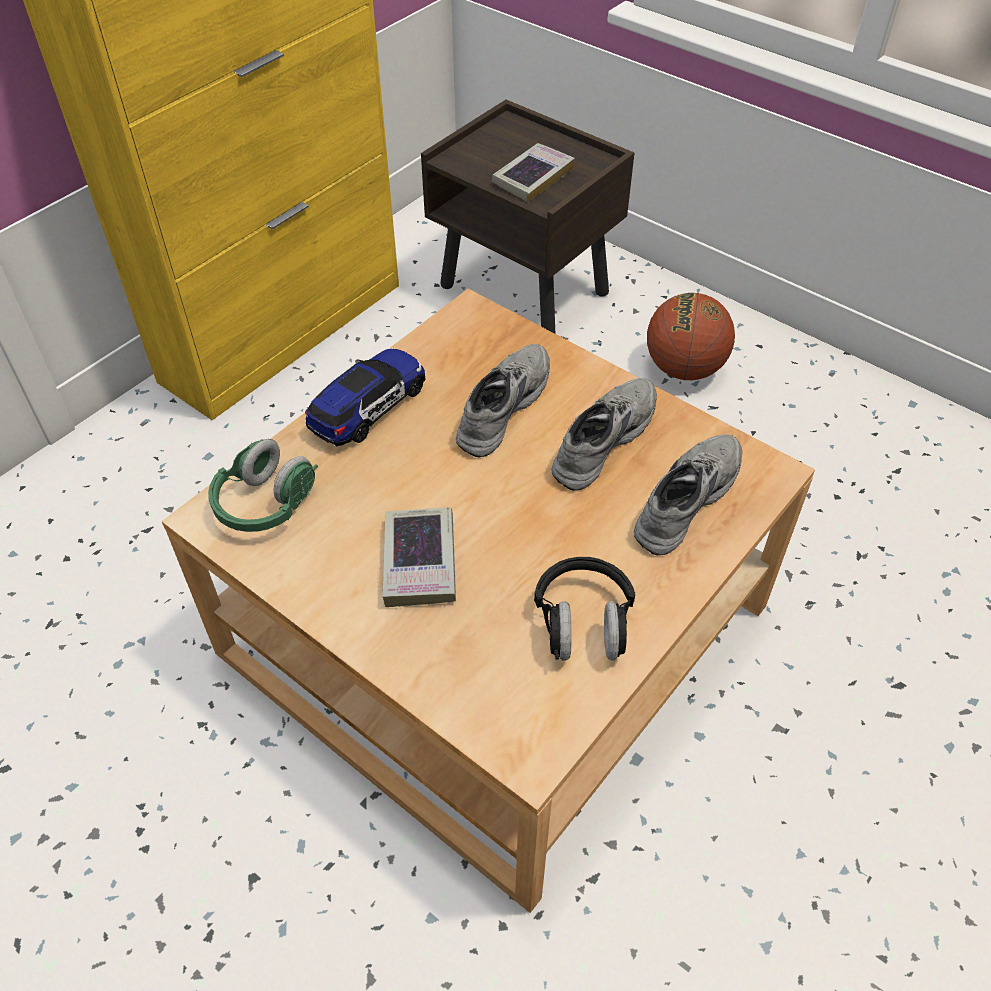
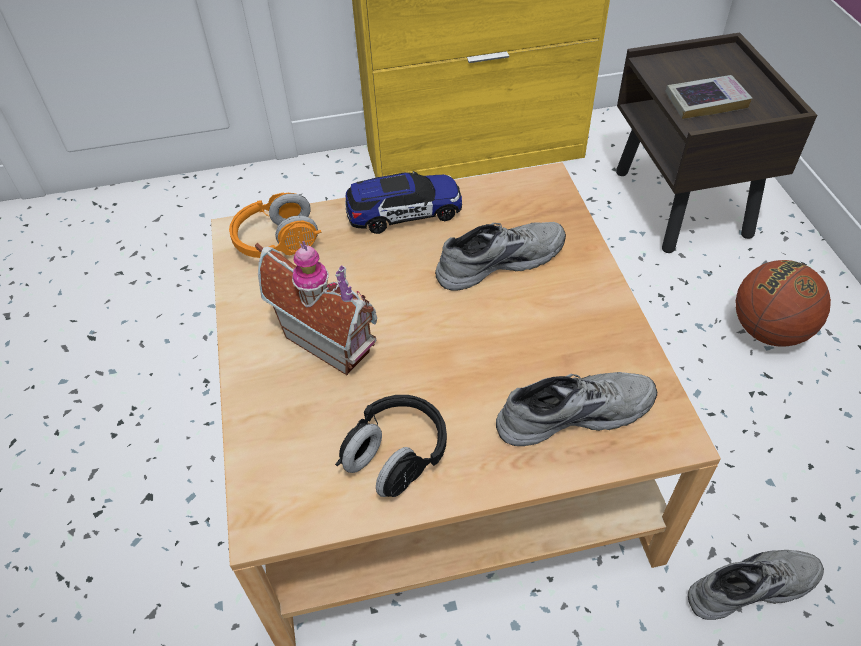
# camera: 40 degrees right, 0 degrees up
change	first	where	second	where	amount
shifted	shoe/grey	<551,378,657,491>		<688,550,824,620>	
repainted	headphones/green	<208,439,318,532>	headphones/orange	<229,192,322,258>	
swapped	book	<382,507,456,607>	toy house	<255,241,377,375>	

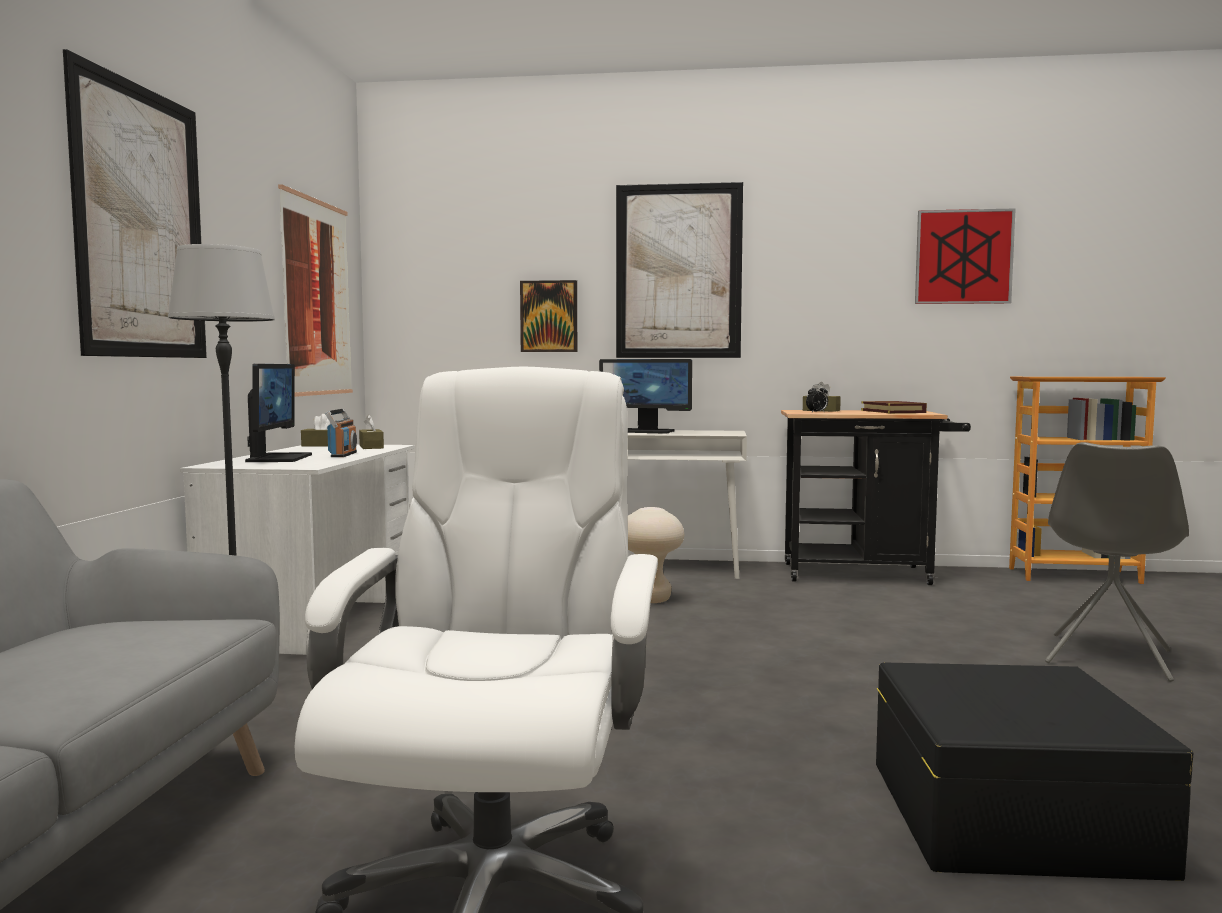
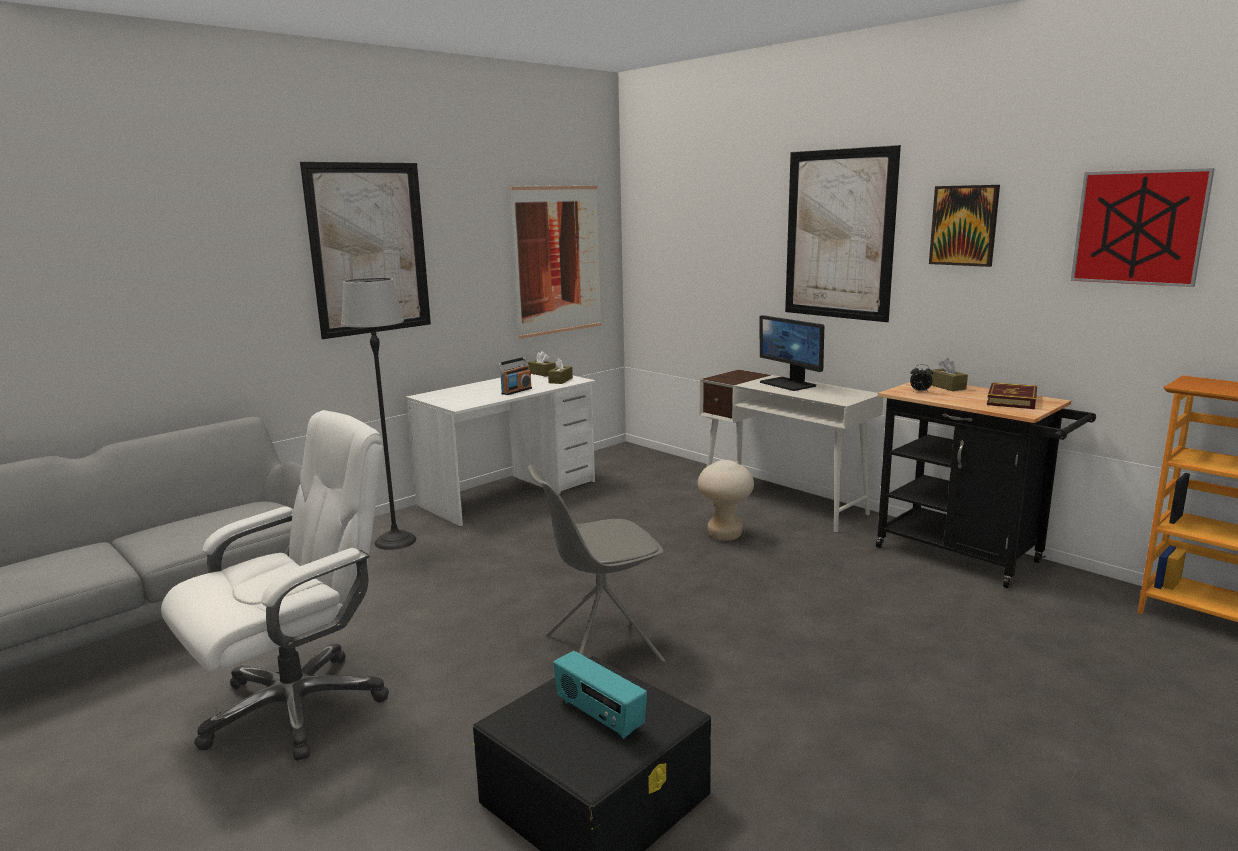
# camera: 40 degrees right, 10 degrees up
change	first	where	second	where	amount
shifted	picture	<520,280,577,352>		<929,185,1000,267>	
gone	monitor	<245,364,312,462>			
shifted	chair/grey	<1045,442,1189,682>		<528,464,666,663>	
new			radio	<553,651,647,739>	

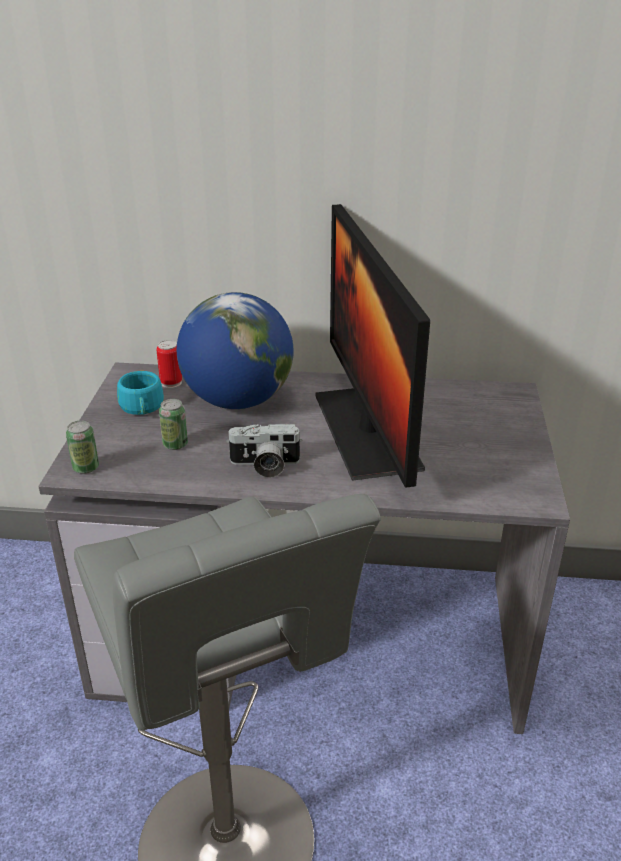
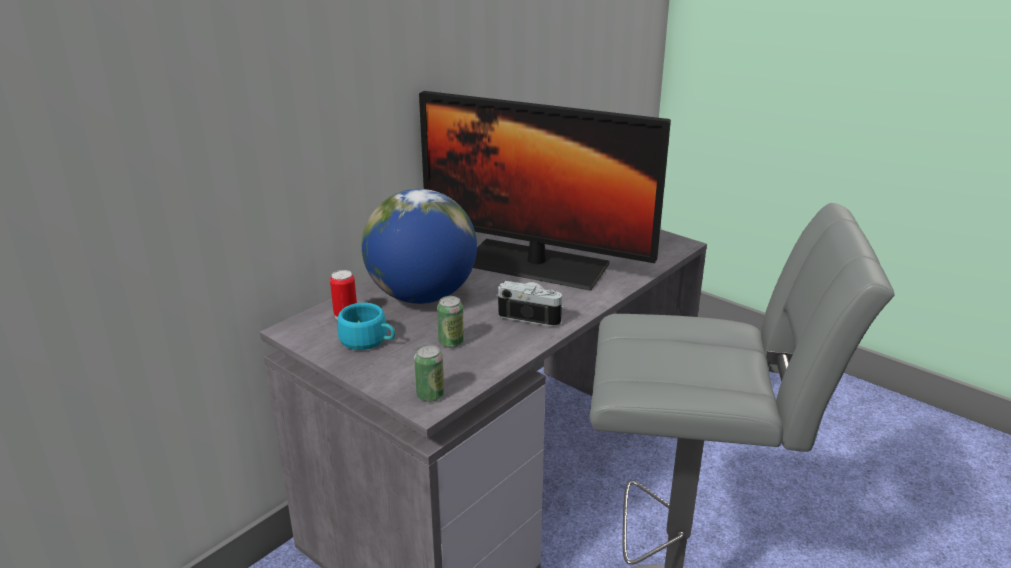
# camera: 55 degrees left, 5 degrees down
change	first	where	second	where	amount
rotated	photo camera	<226,424,302,478>		<496,281,564,327>	105 degrees counterclockwise

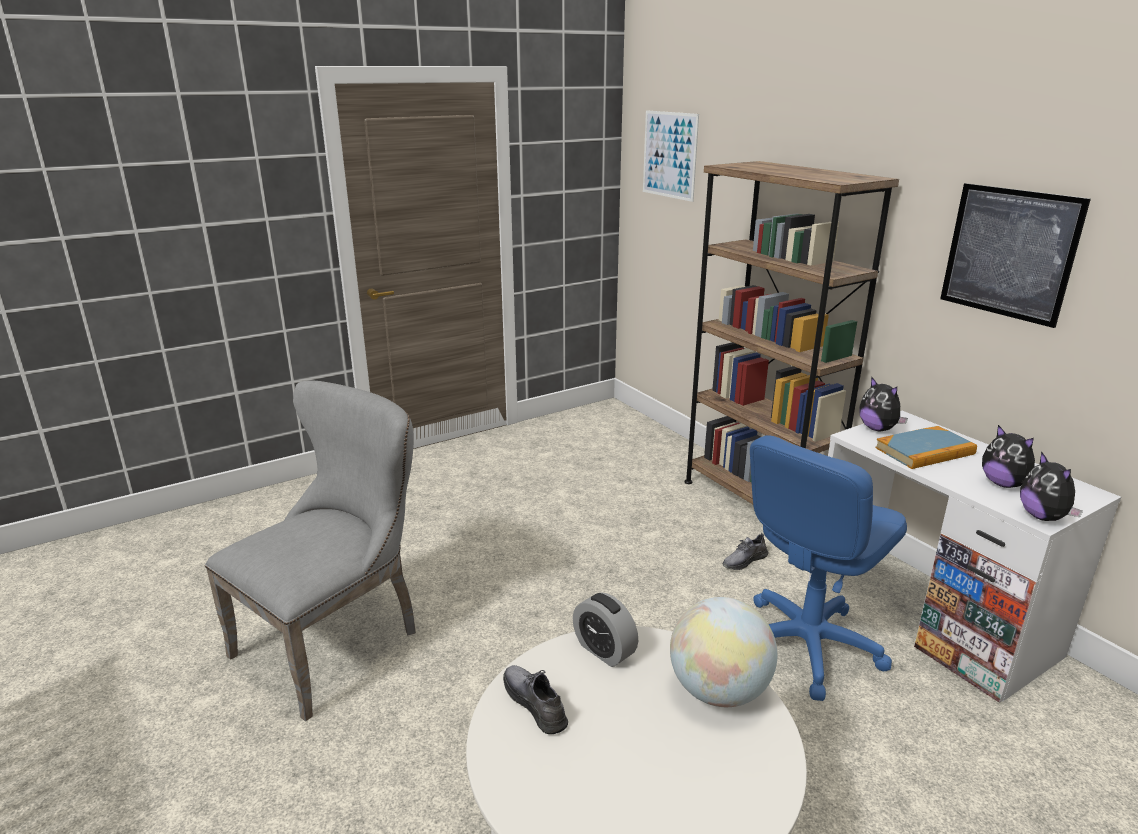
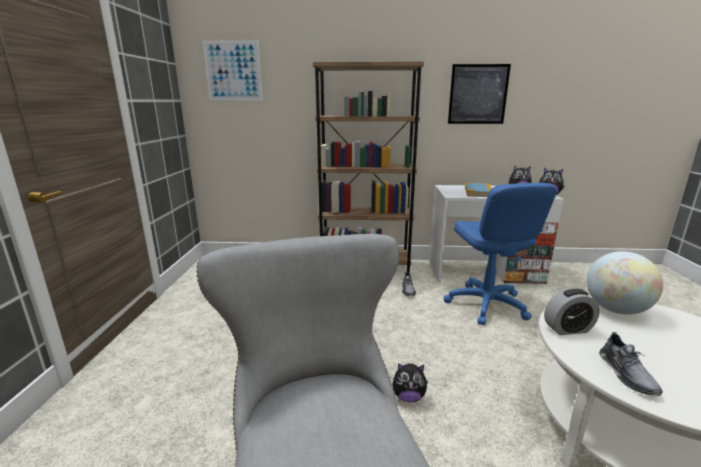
# camera: 55 degrees left, 5 degrees down
change	first	where	second	where	amount
shifted	plush toy	<859,377,908,432>		<392,363,428,402>	
rotated	shoe/grey	<503,665,568,734>		<599,332,663,396>	90 degrees counterclockwise

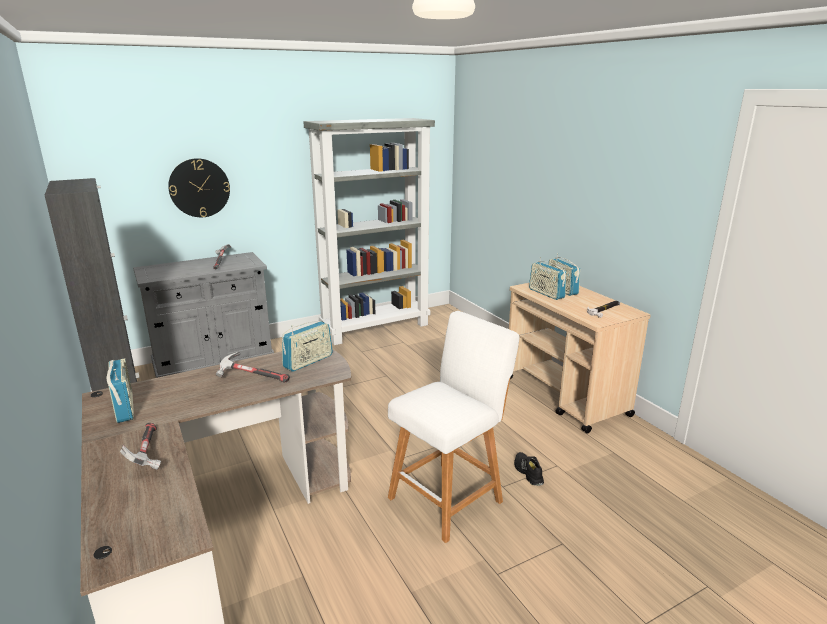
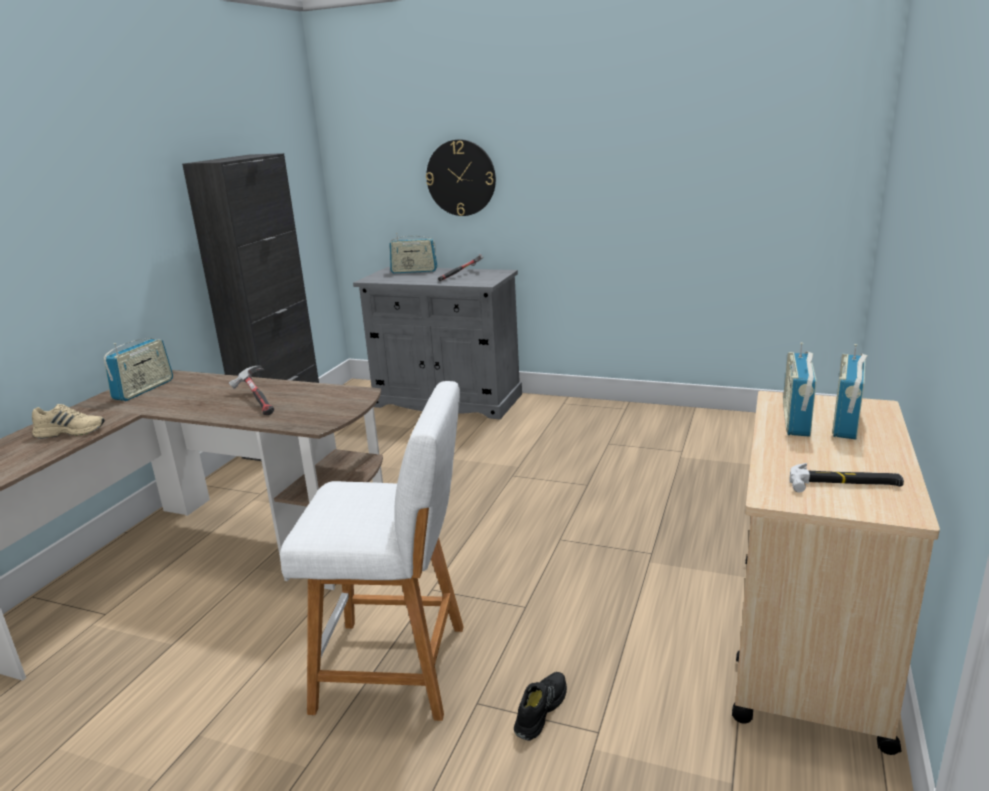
# camera: 50 degrees right, 0 degrees up
change	first	where	second	where	amount
gone	bookcase/grey	<303,118,435,345>			
shifted	radio	<282,321,333,372>		<389,233,437,273>	
swapped	hammer	<120,423,161,470>	shoe/beige	<32,404,105,439>	

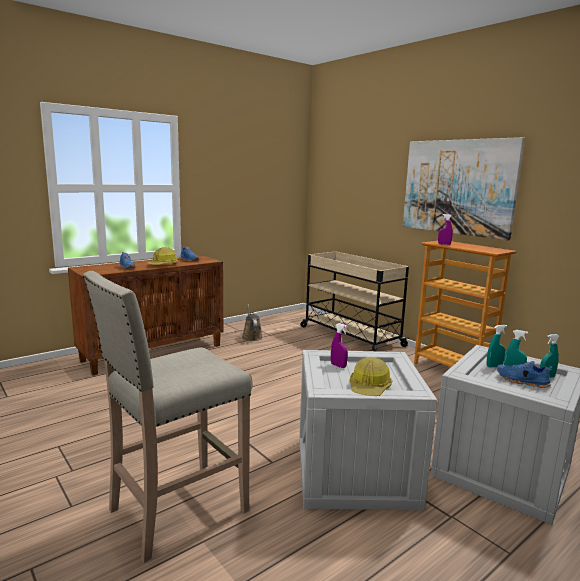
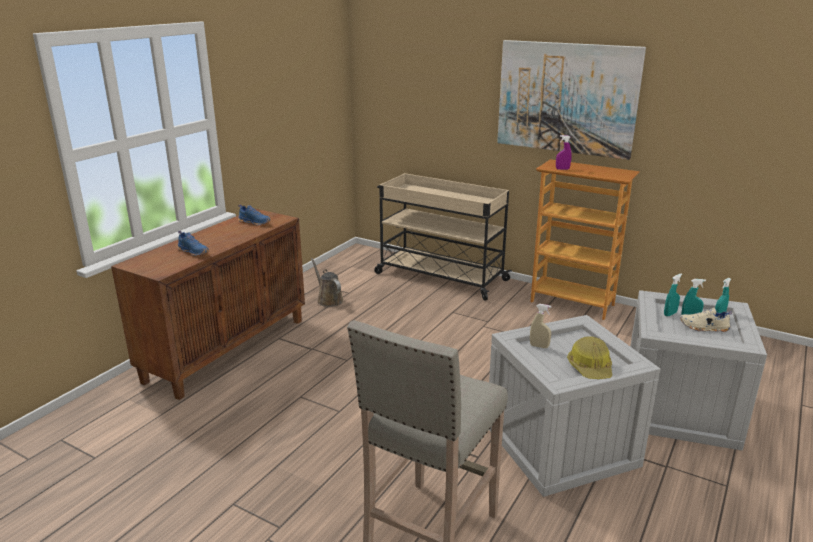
# camera: 20 degrees left, 10 degrees up
change	first	where	second	where	amount
gone	hard hat	<147,247,178,265>			
repainted	spray bottle/purple	<331,323,348,368>	spray bottle/beige	<530,304,551,348>	
repainted	shoe/blue	<497,361,552,388>	shoe/beige	<680,308,732,332>	

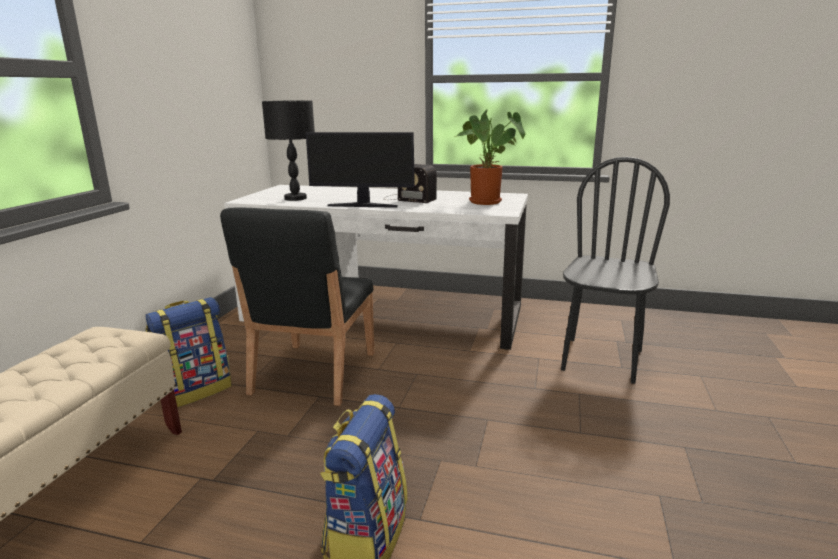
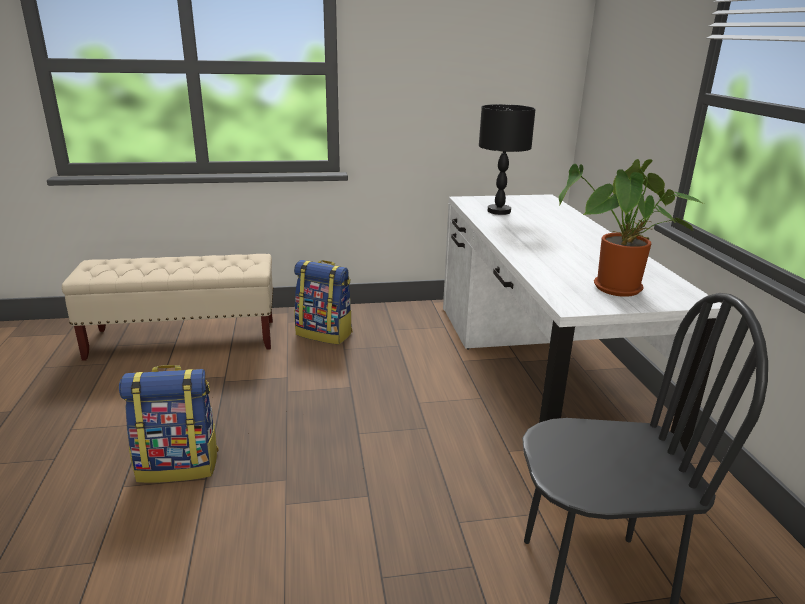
# camera: 65 degrees right, 5 degrees up
change	first	where	second	where	amount
gone	monitor	<306,132,415,208>			
gone	radio	<383,164,437,203>			
gone	chair/black	<220,207,375,406>			

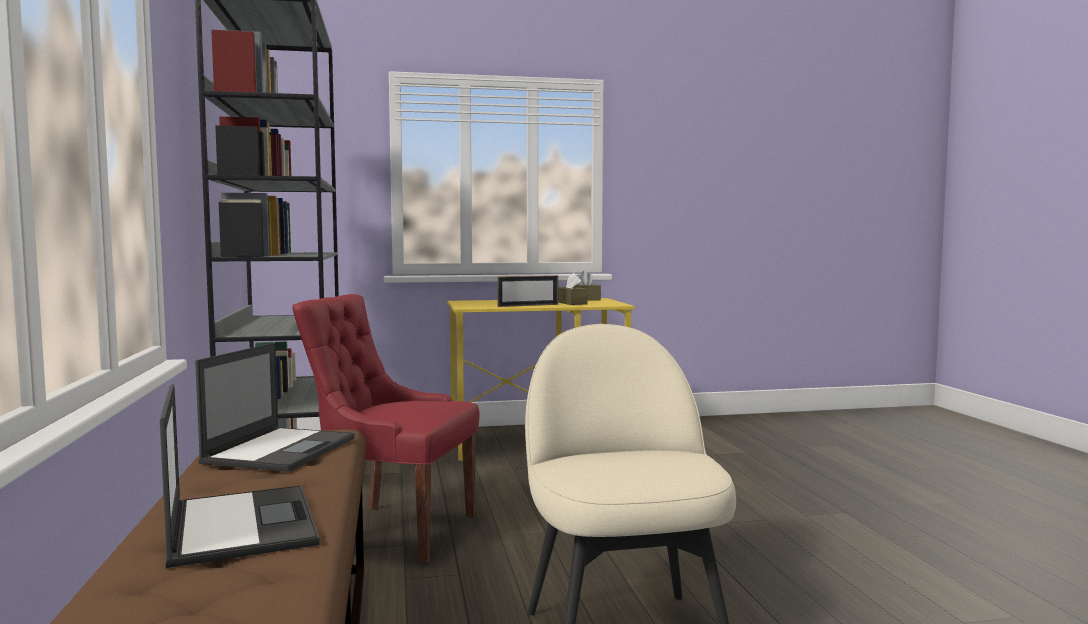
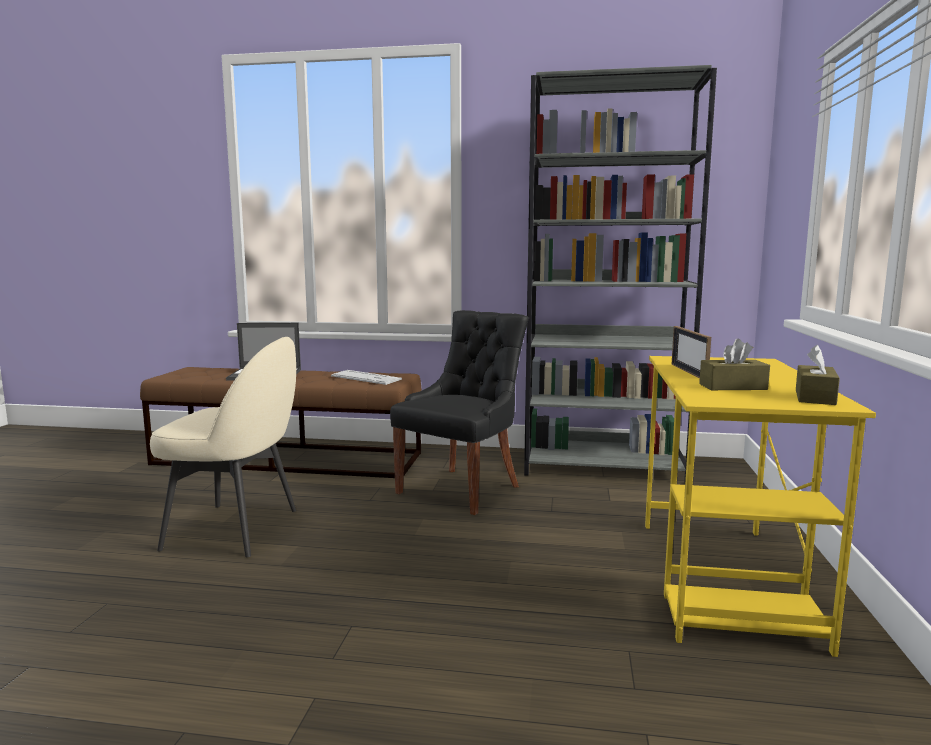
# camera: 110 degrees right, 5 degrees up
change	first	where	second	where	amount
repainted	chair/red	<292,294,480,564>	chair/black	<390,310,529,515>	
swapped	laptop	<195,343,355,472>	keyboard	<331,370,402,385>	

